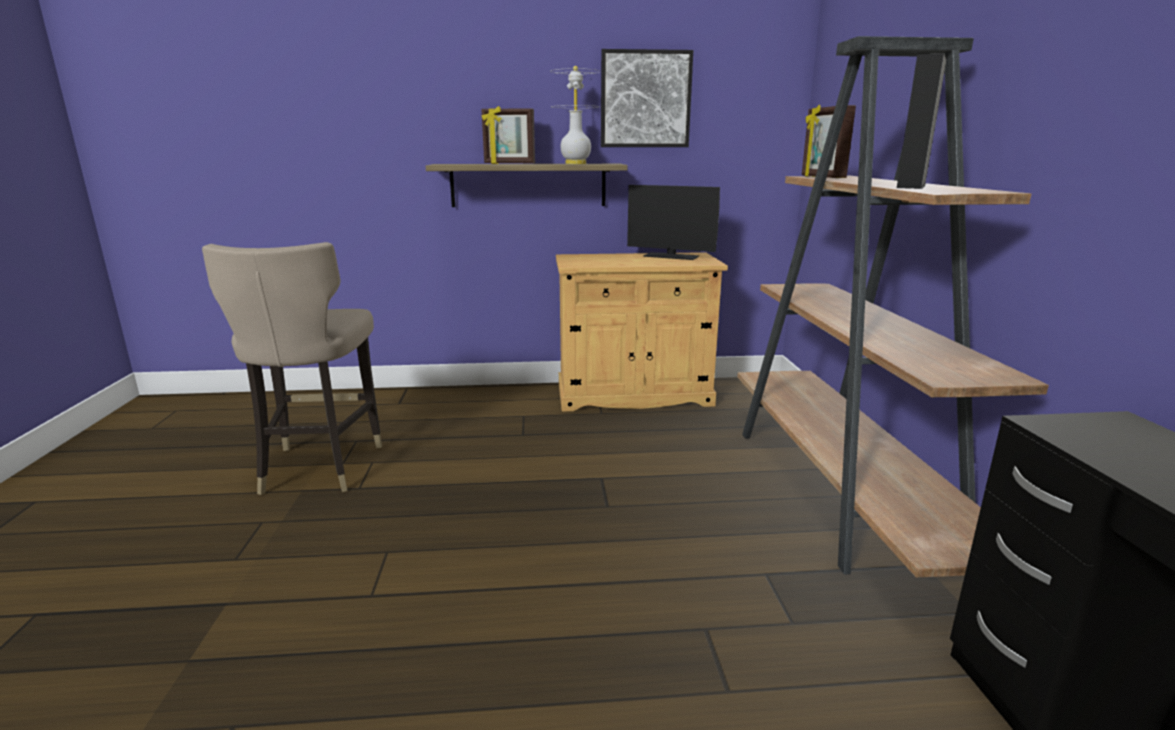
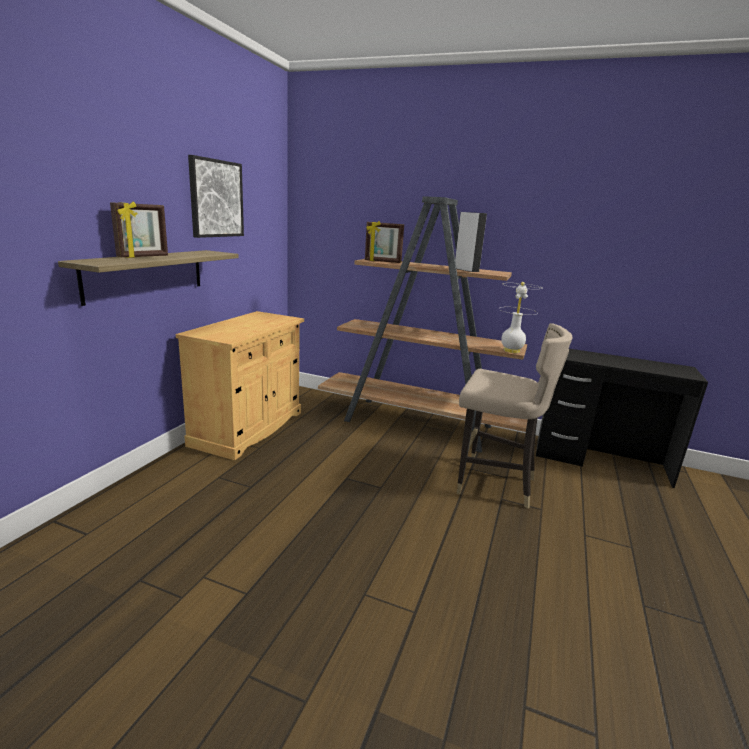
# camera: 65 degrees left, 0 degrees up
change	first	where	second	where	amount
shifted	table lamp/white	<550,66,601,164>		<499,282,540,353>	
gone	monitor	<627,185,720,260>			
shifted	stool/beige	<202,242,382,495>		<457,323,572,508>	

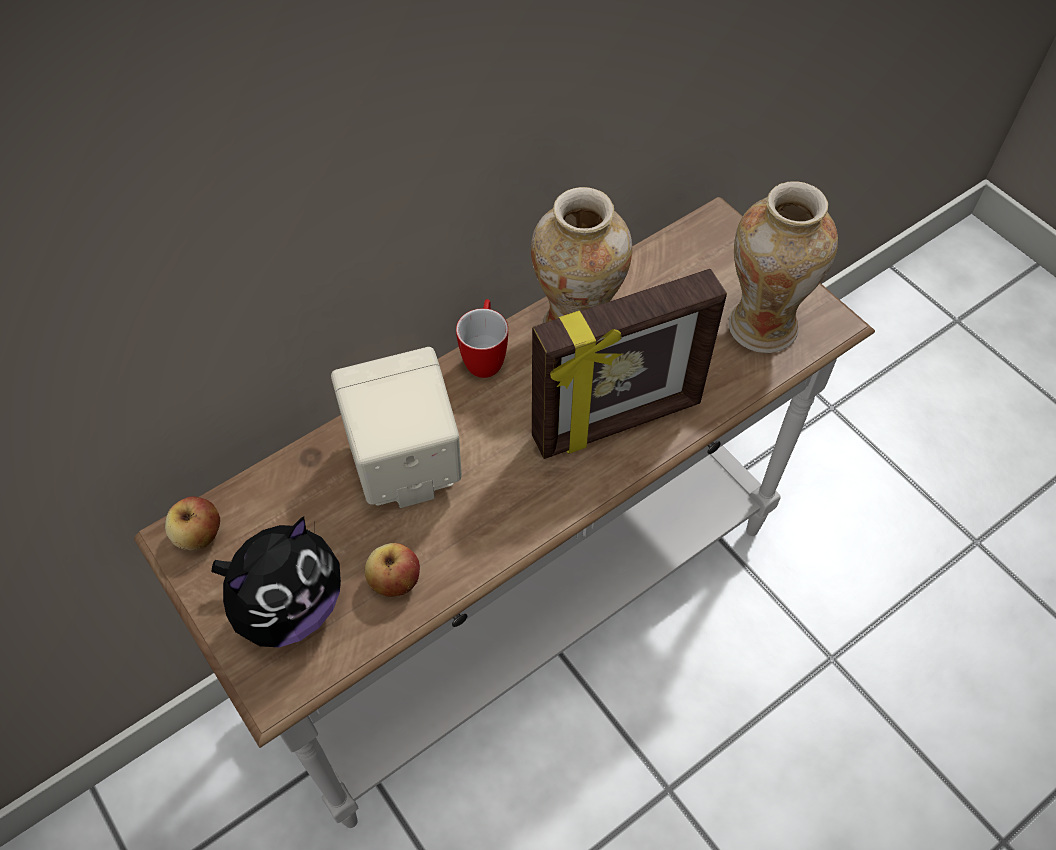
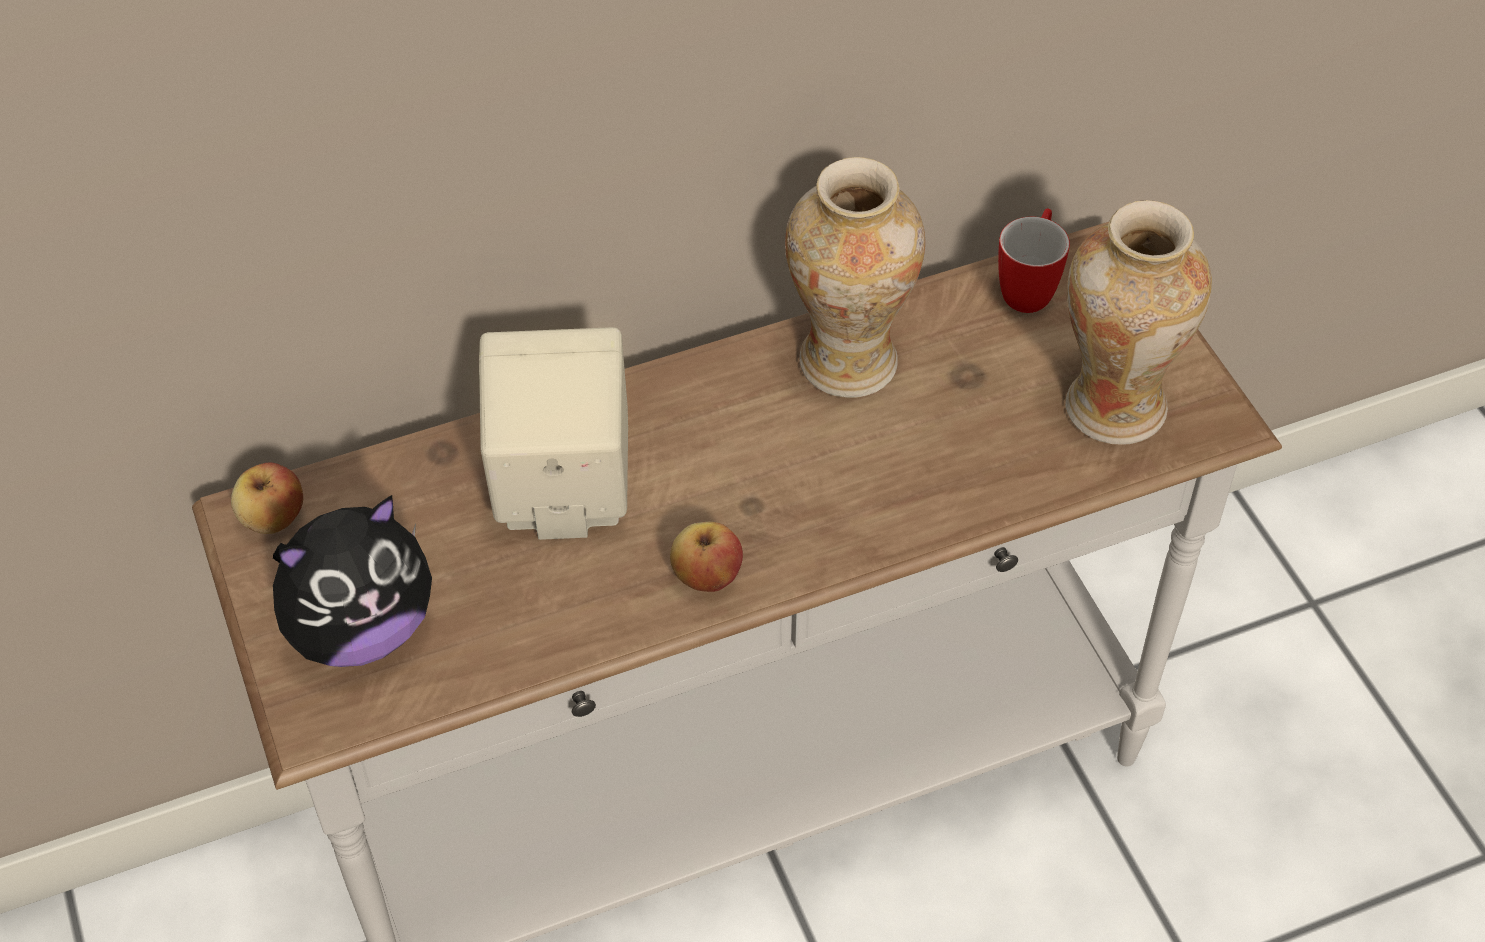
# camera: 15 degrees right, 5 degrees down
change	first	where	second	where	amount
gone	picture frame	<532,269,727,459>			
shifted	mug	<456,299,508,378>		<998,209,1070,313>	
shifted	apple	<365,543,420,597>		<670,522,743,592>	

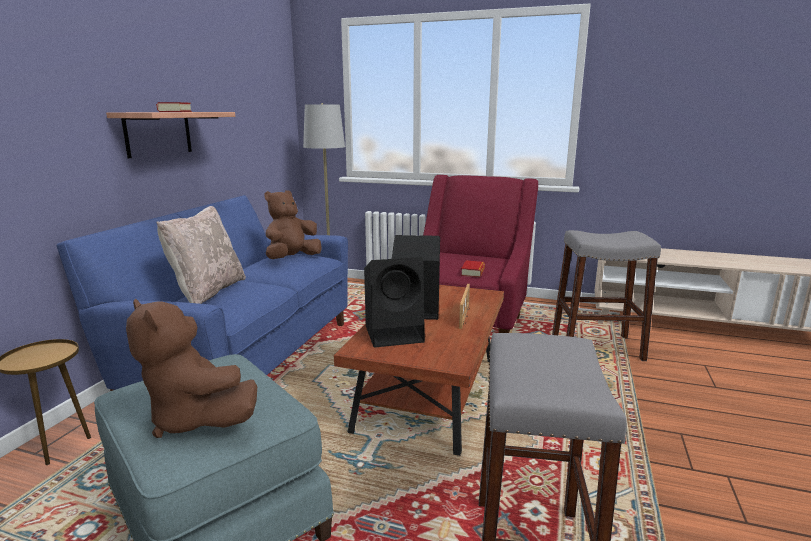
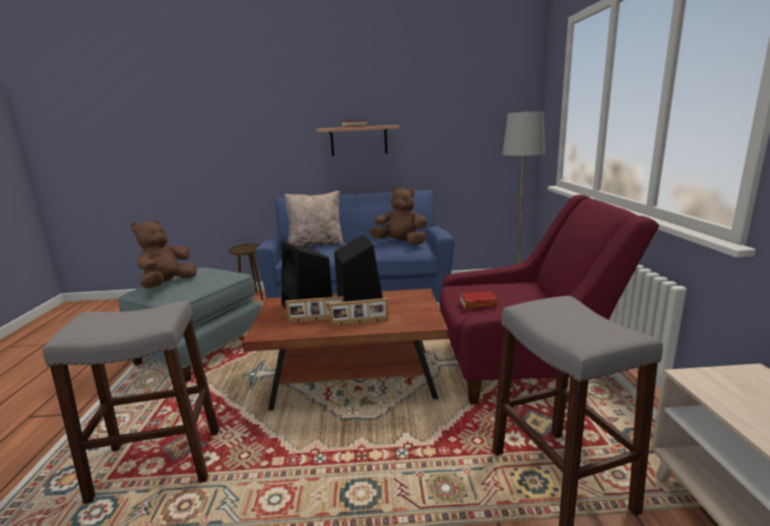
# camera: 70 degrees right, 0 degrees up
change	first	where	second	where	amount
new			picture frame	<285,296,344,323>	

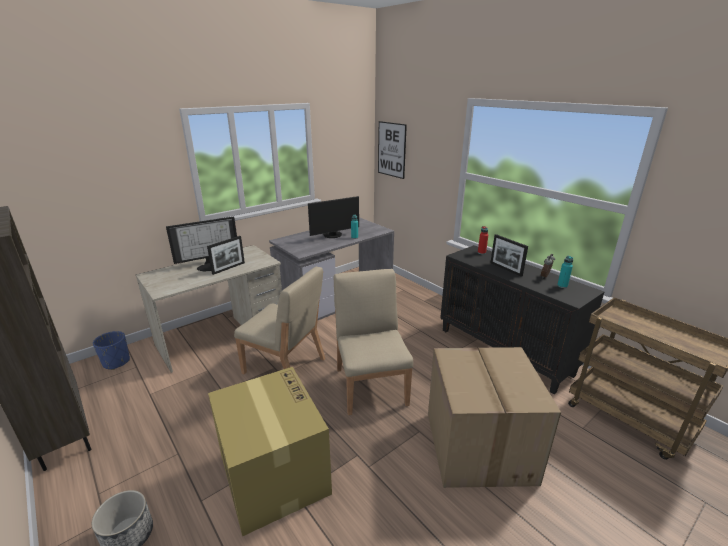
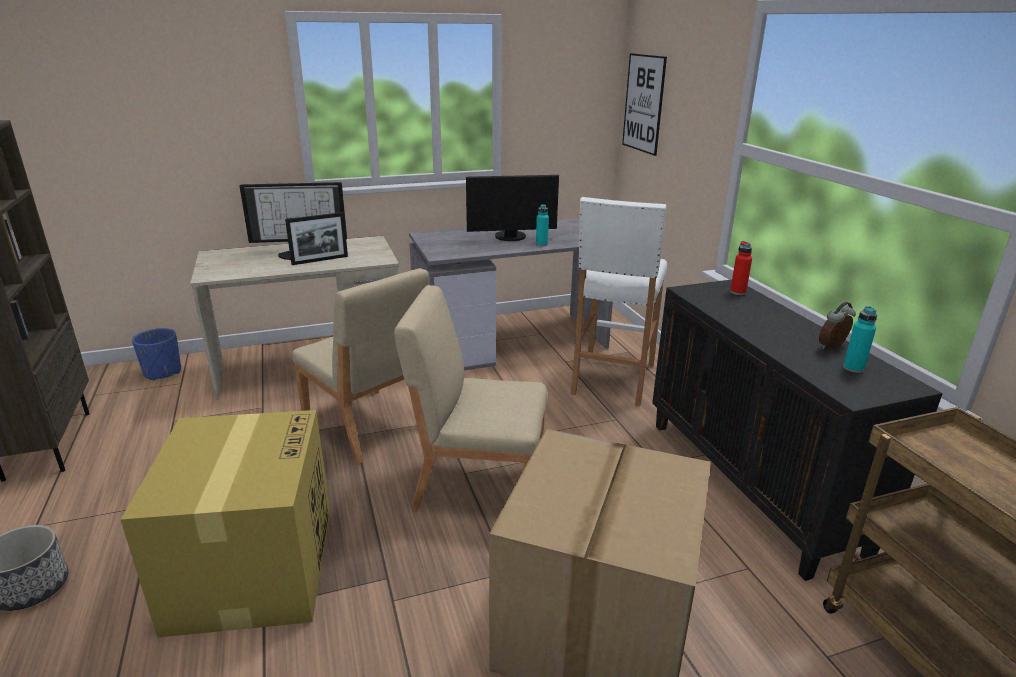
# camera: 20 degrees right, 0 degrees up
change	first	where	second	where	amount
gone	picture frame	<491,234,528,277>			
rotated	chair/beige	<334,269,413,415>		<394,285,548,512>	90 degrees counterclockwise
new			stool/white	<571,197,667,406>	

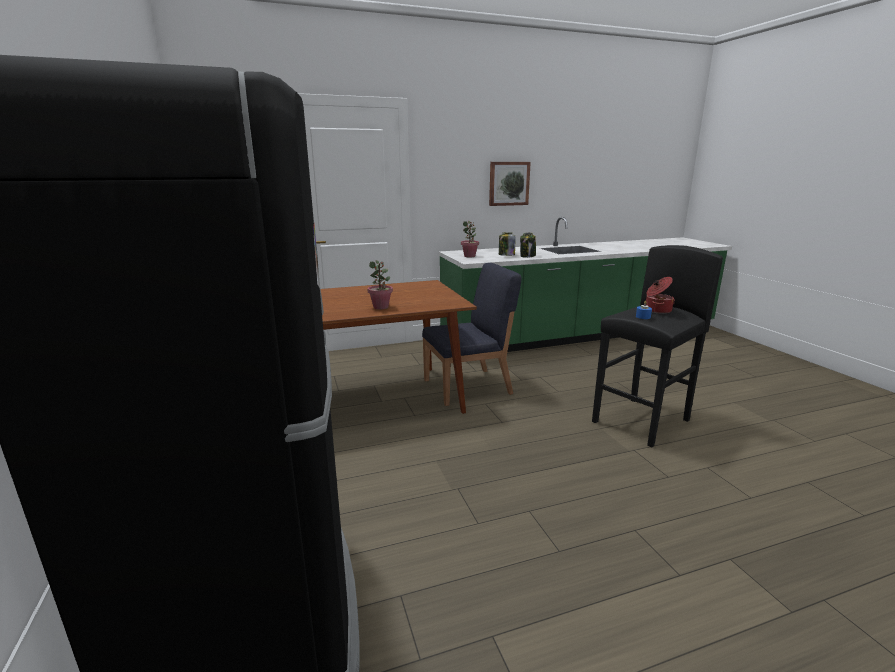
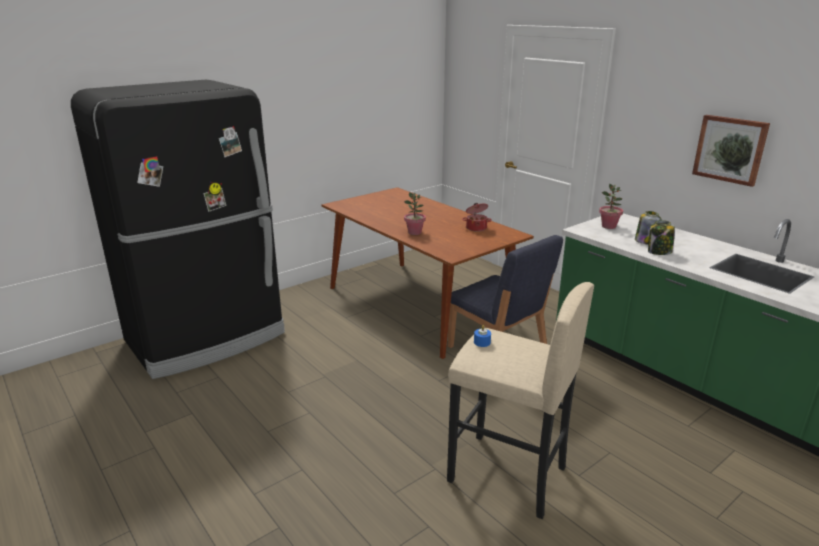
# camera: 70 degrees right, 5 degrees up
change	first	where	second	where	amount
repainted	stool/black	<592,245,723,447>	stool/beige	<447,282,594,519>	
shifted	cooking pot	<646,277,675,314>		<462,203,492,232>	

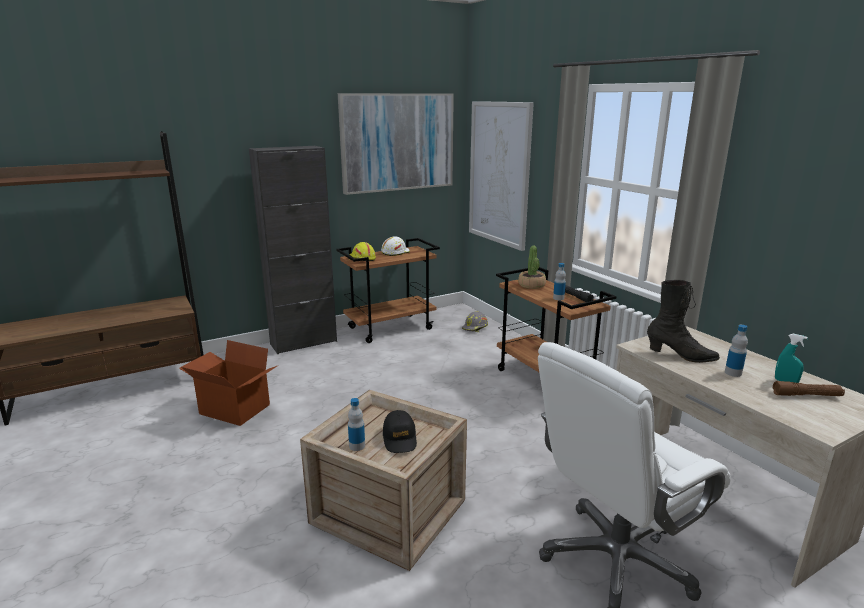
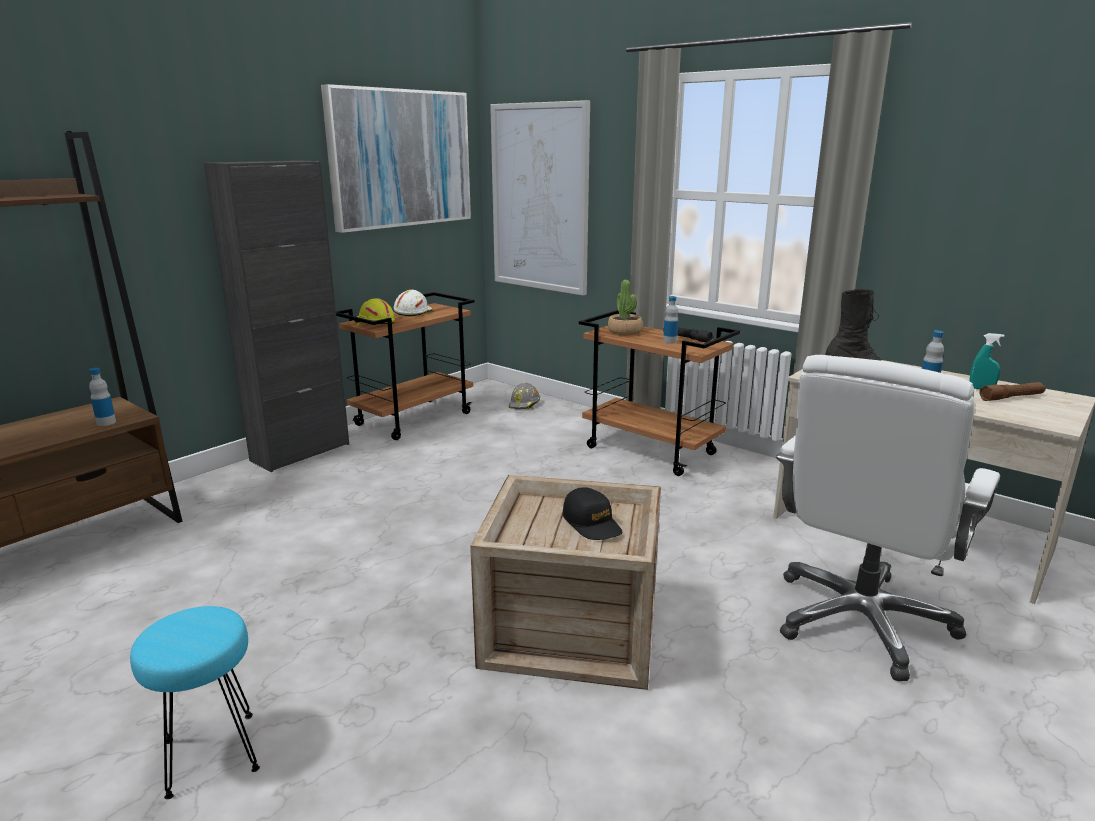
# camera: 20 degrees left, 0 degrees up
change	first	where	second	where	amount
gone	cardboard box	<179,340,279,426>			
shifted	bottle	<348,398,365,451>		<89,368,116,426>	
new			stool/turquoise	<130,606,260,799>	

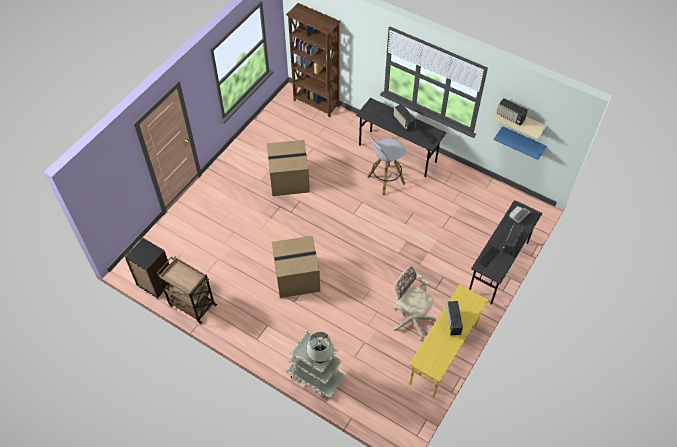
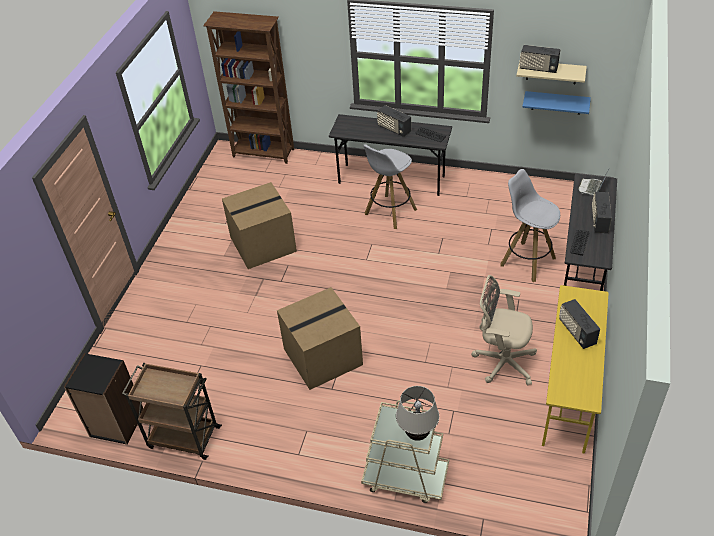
# camera: 15 degrees left, 10 degrees down
change	first	where	second	where	amount
new			stool/white	<500,169,560,282>	

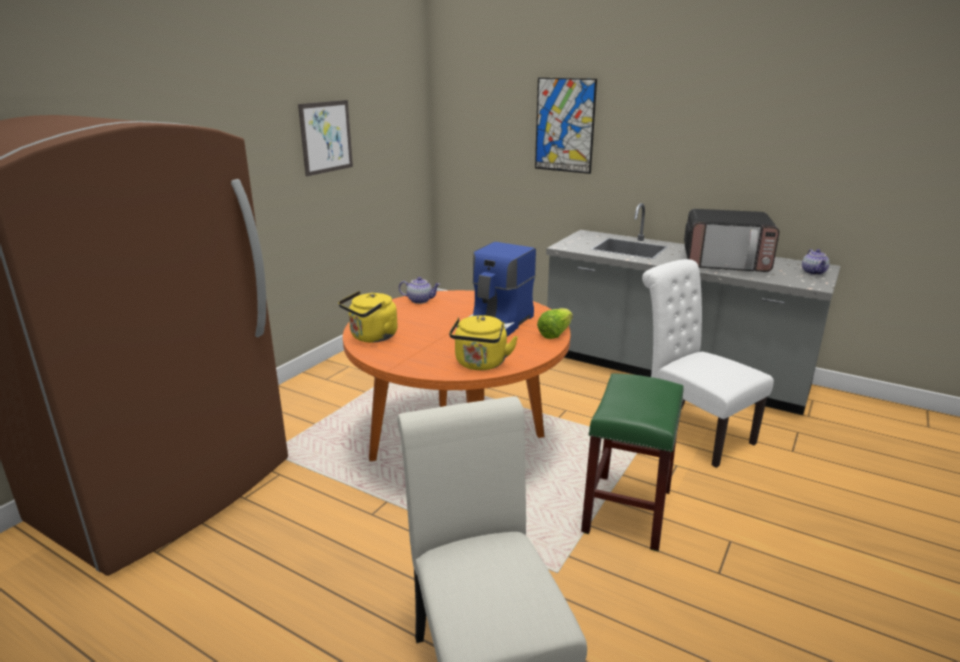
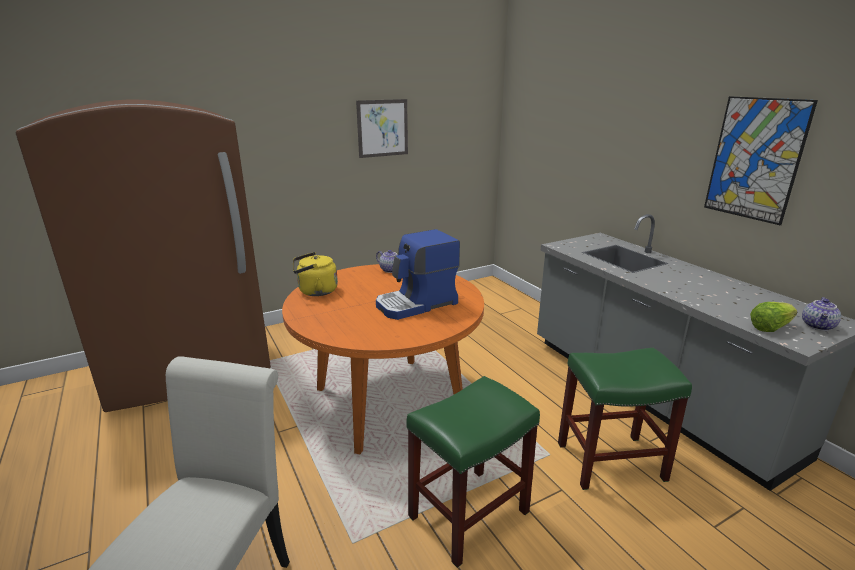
# camera: 30 degrees right, 0 degrees up
change	first	where	second	where	amount
shifted	picture	<535,78,597,174>		<704,96,818,225>	
gone	microwave	<684,209,780,272>			
swapped	chair/white	<642,259,774,468>	stool/green	<558,348,692,490>	
shifted	lettuce	<537,308,573,339>		<750,302,797,332>	
gone	kettle/yellow	<449,315,518,370>			

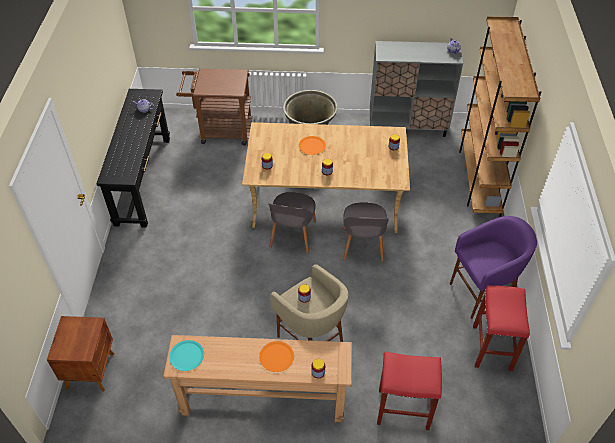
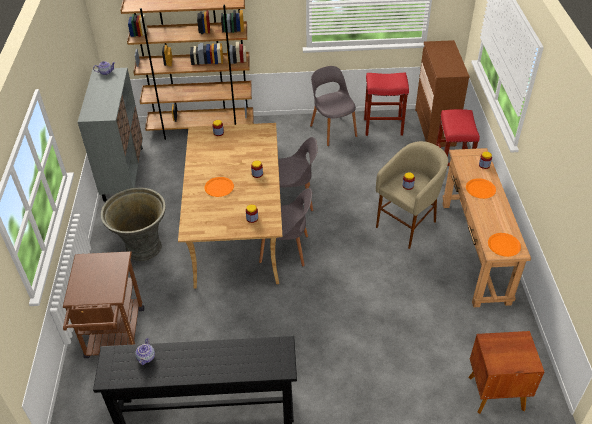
# camera: 95 degrees left, 5 degrees down
change	first	where	second	where	amount
swapped	stool/purple	<450,216,537,319>	chair/grey	<310,66,357,146>	
repainted	plate/turquoise	<169,340,204,371>	plate/orange	<488,233,521,257>	
new			dresser/brown	<415,40,469,147>	

